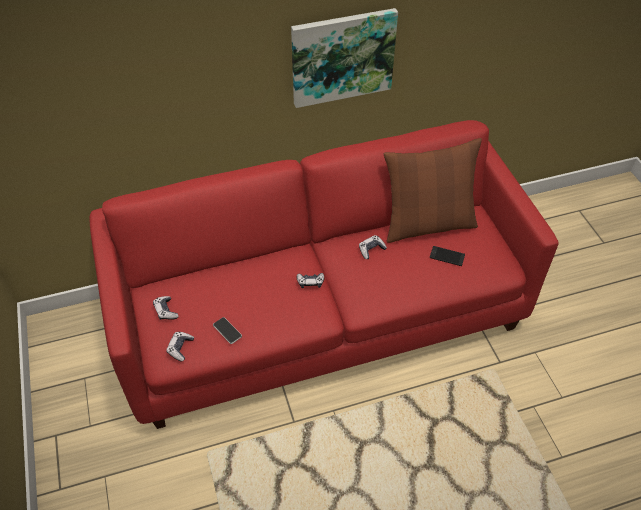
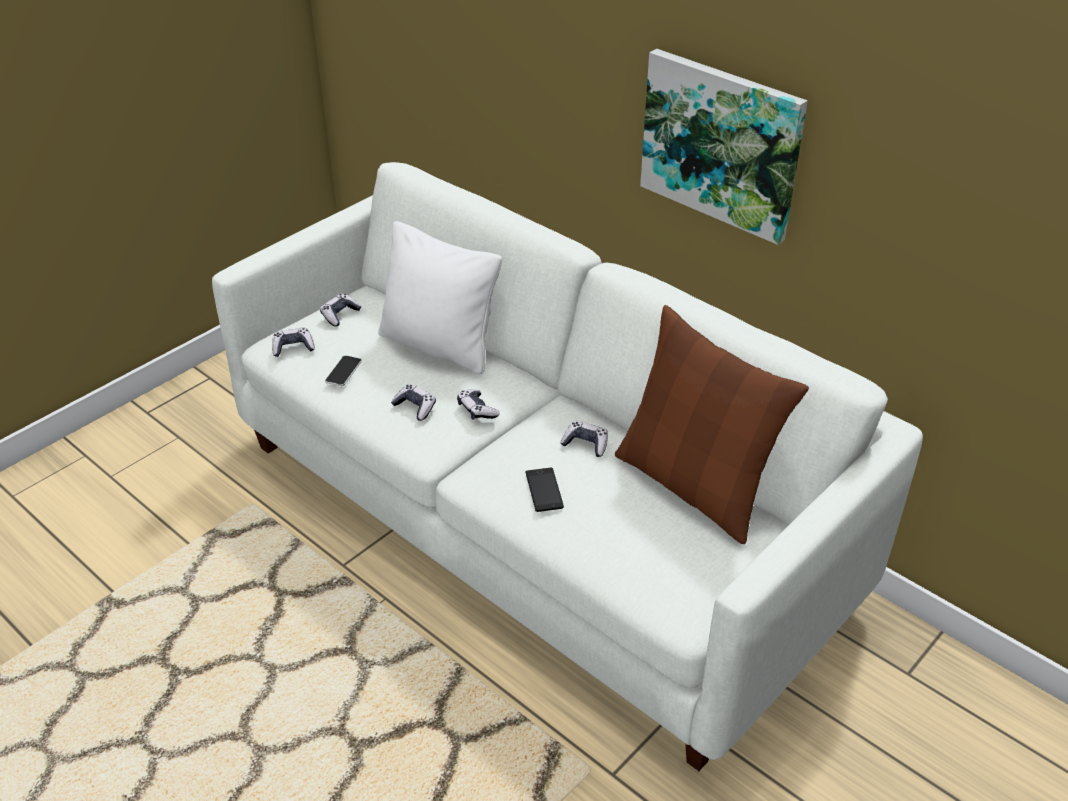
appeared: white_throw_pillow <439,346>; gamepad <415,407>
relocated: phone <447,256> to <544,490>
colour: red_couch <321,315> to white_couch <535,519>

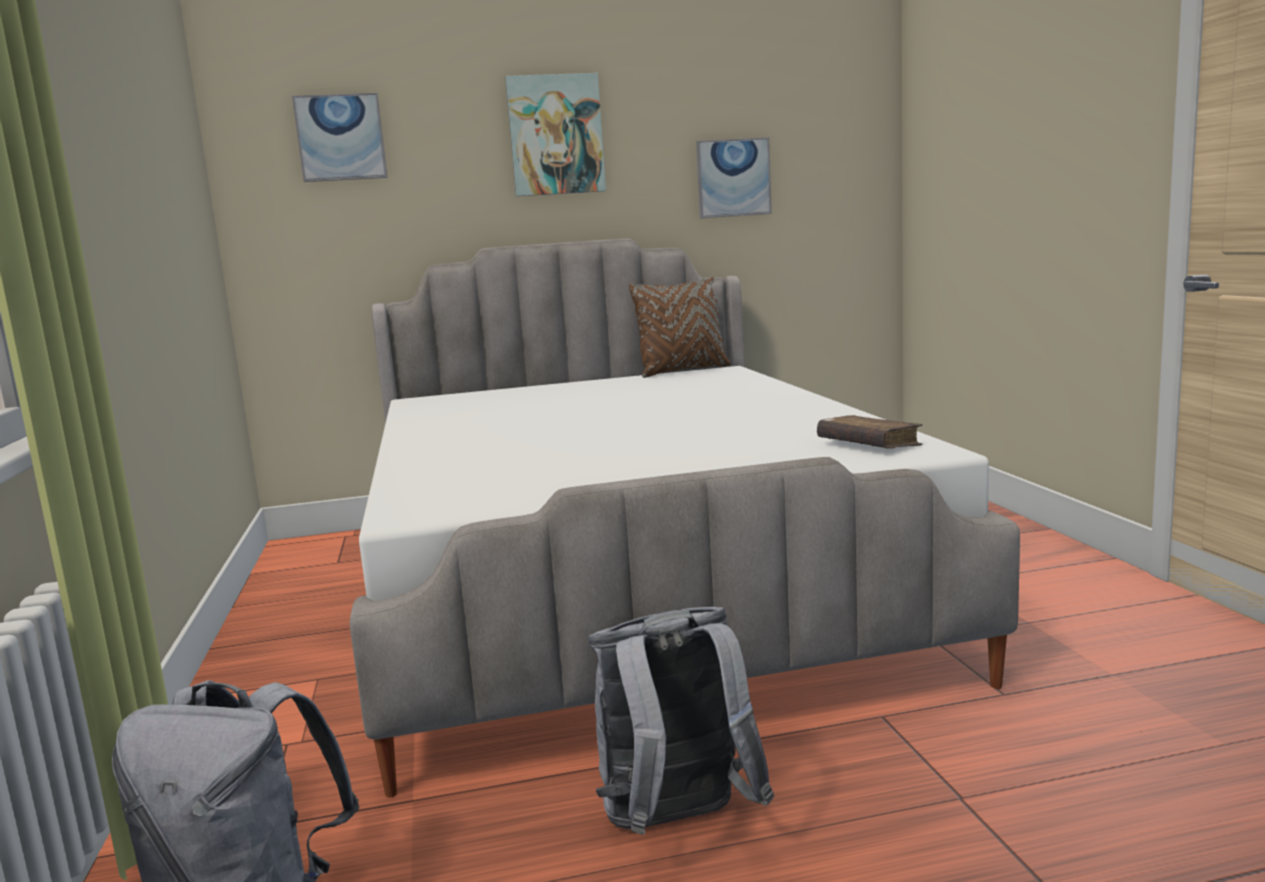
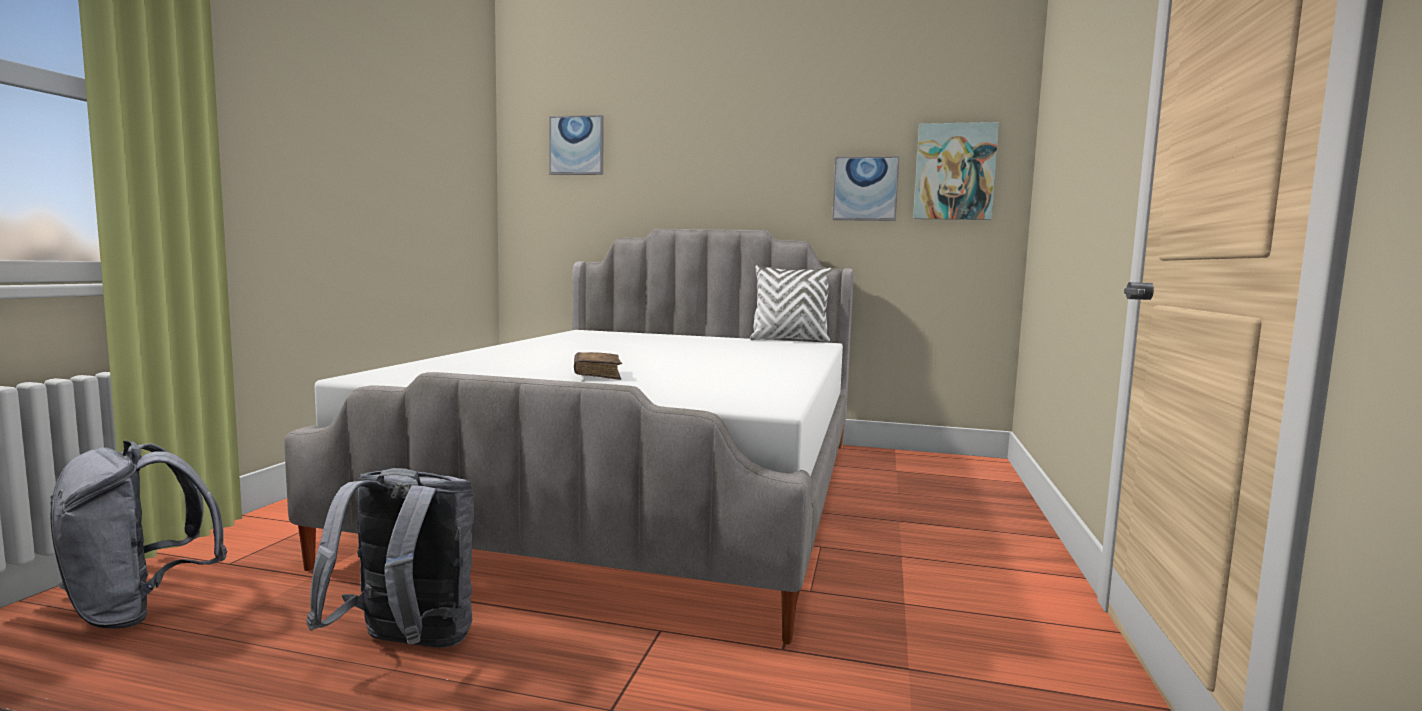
relocated: wall_picture <556,135> to <954,172>; brown_bound_book <868,445> to <597,375>
colour: brown_throw_pillow <682,371> to white_throw_pillow <789,340>

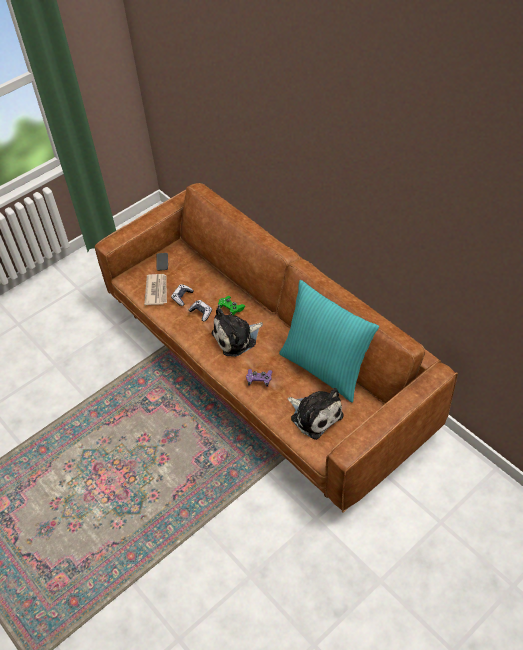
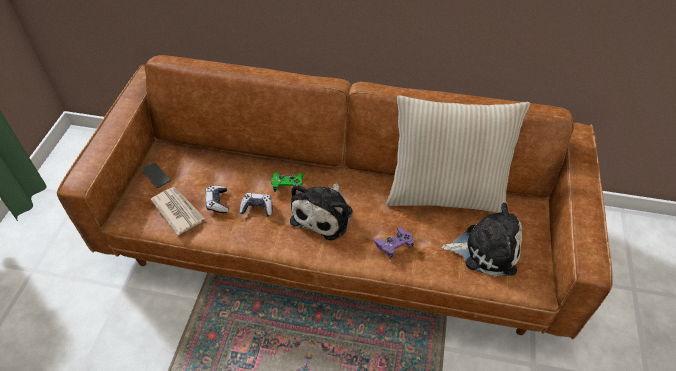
colour: blue-green_throw_pillow <325,367> to sand-coloured_throw_pillow <445,193>

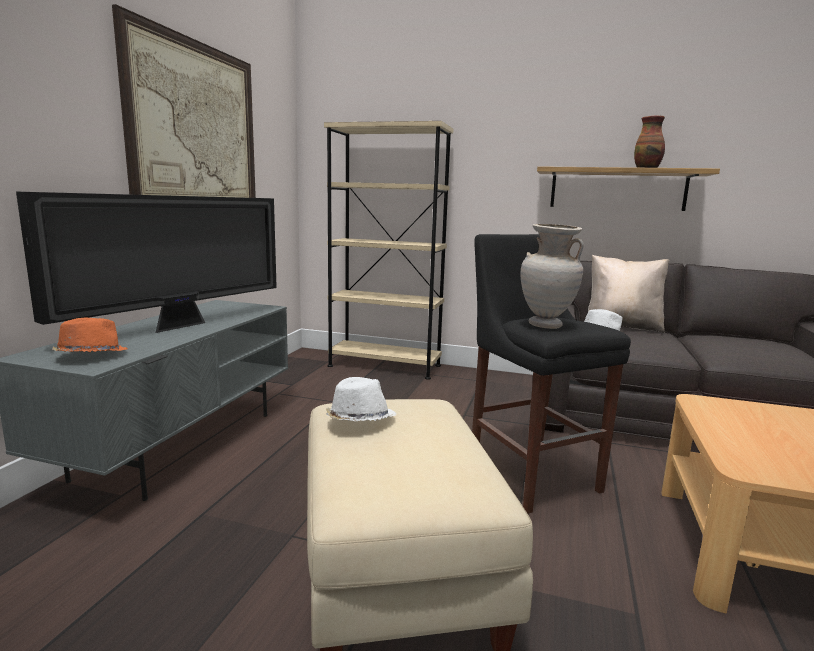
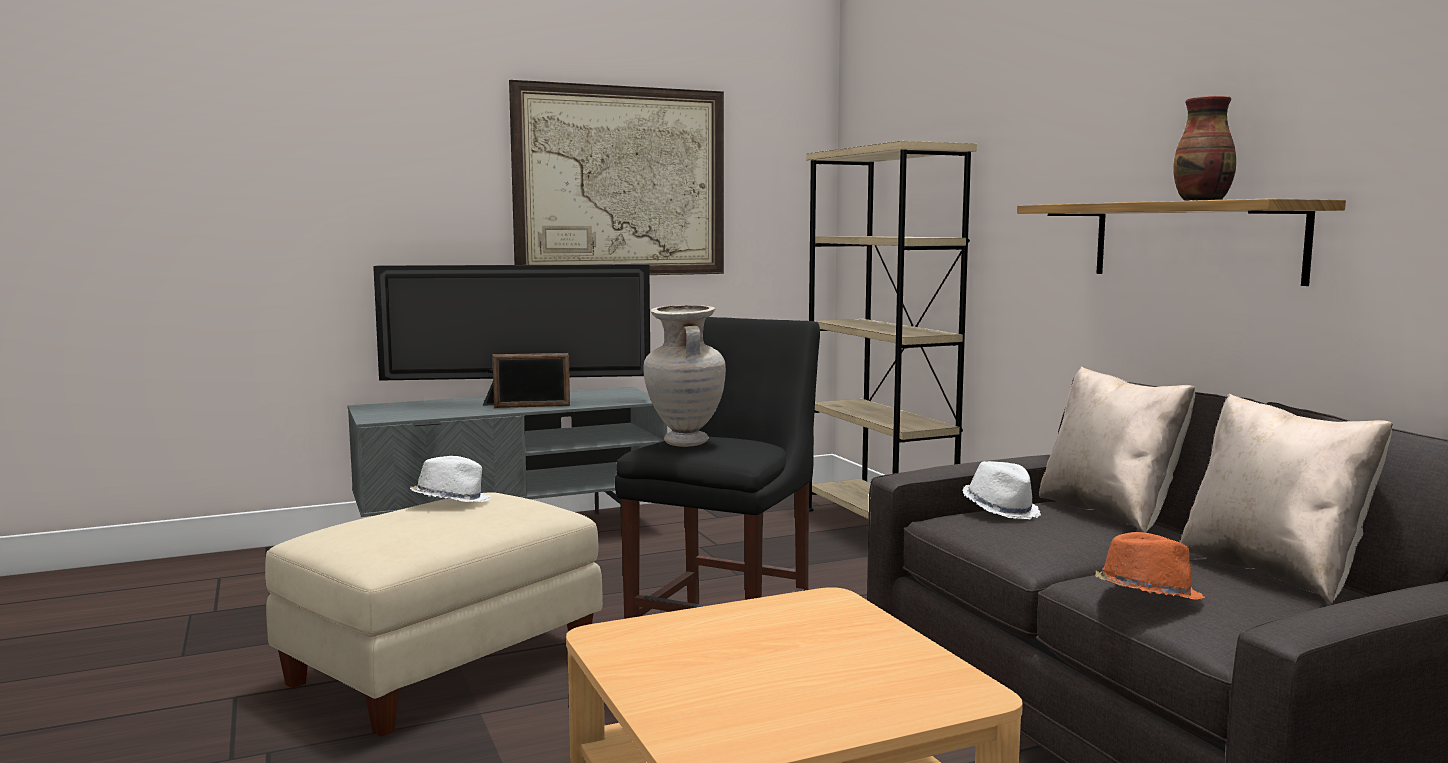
appeared: standing_frame <532,406>; sand-coloured_throw_pillow <1273,571>
relocated: orangey_clothing_hat <90,355> to <1145,595>

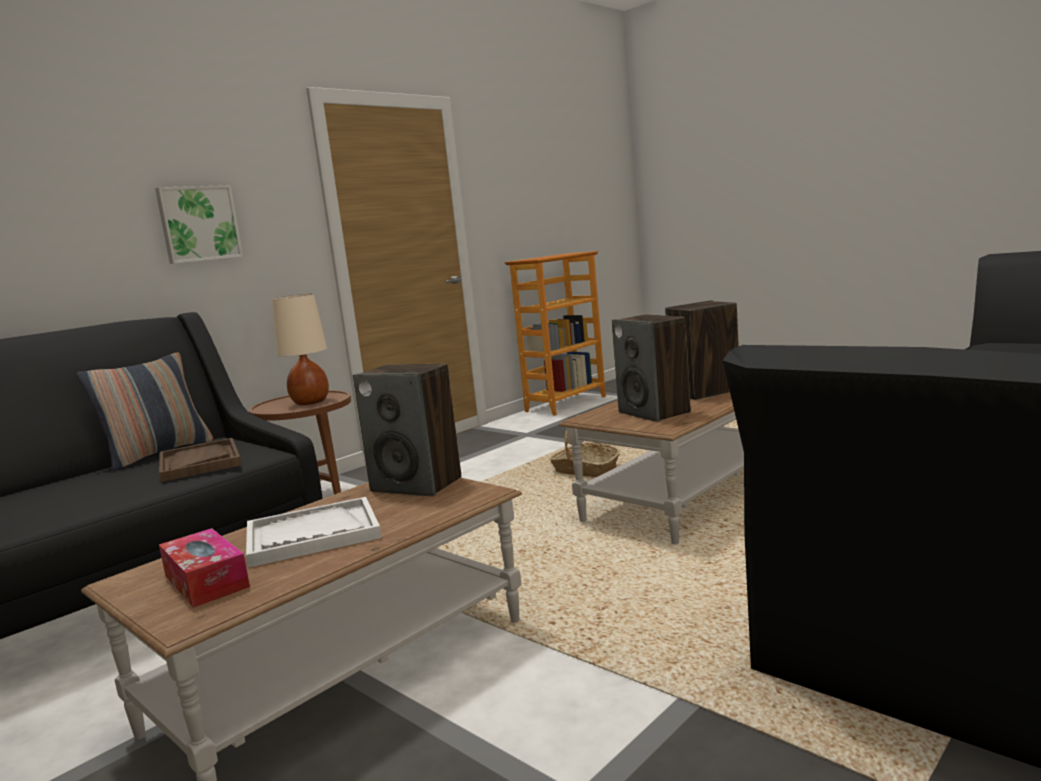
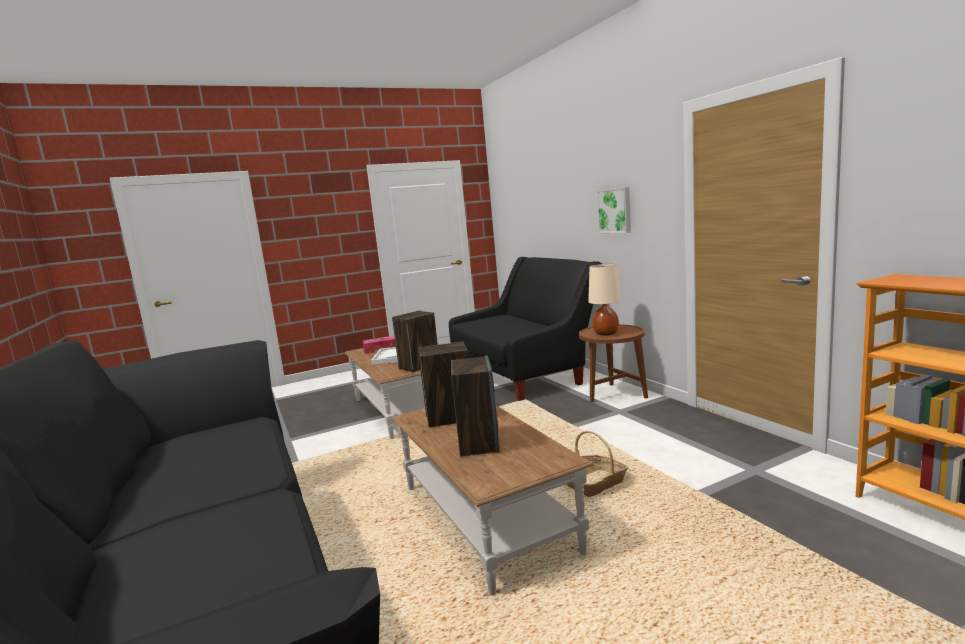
missing: throw_pillow <158,454>; brown_serving_tray <199,462>

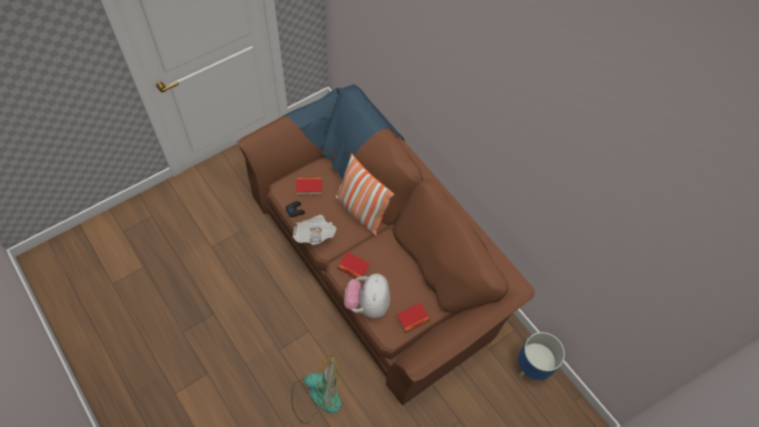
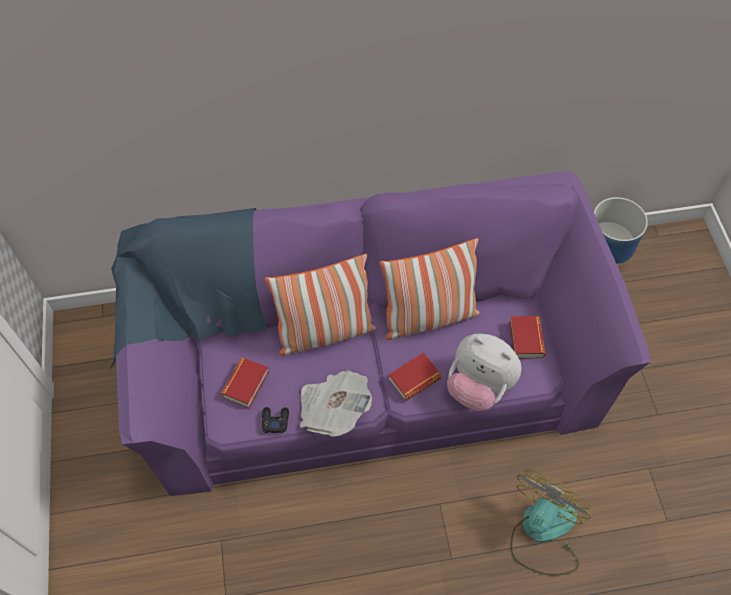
appeared: throw_pillow <428,316>
colour: brown_couch <375,258> to purple-coloured_couch <367,366>

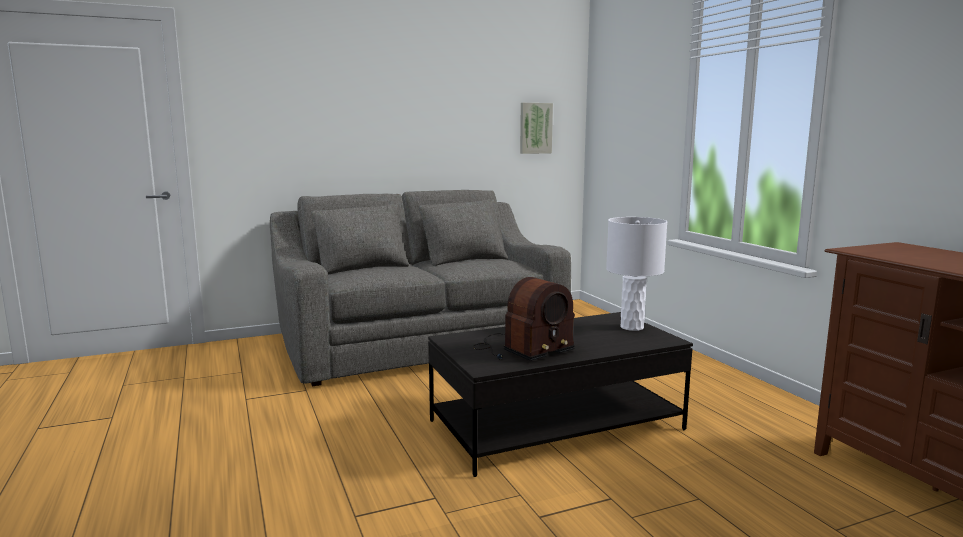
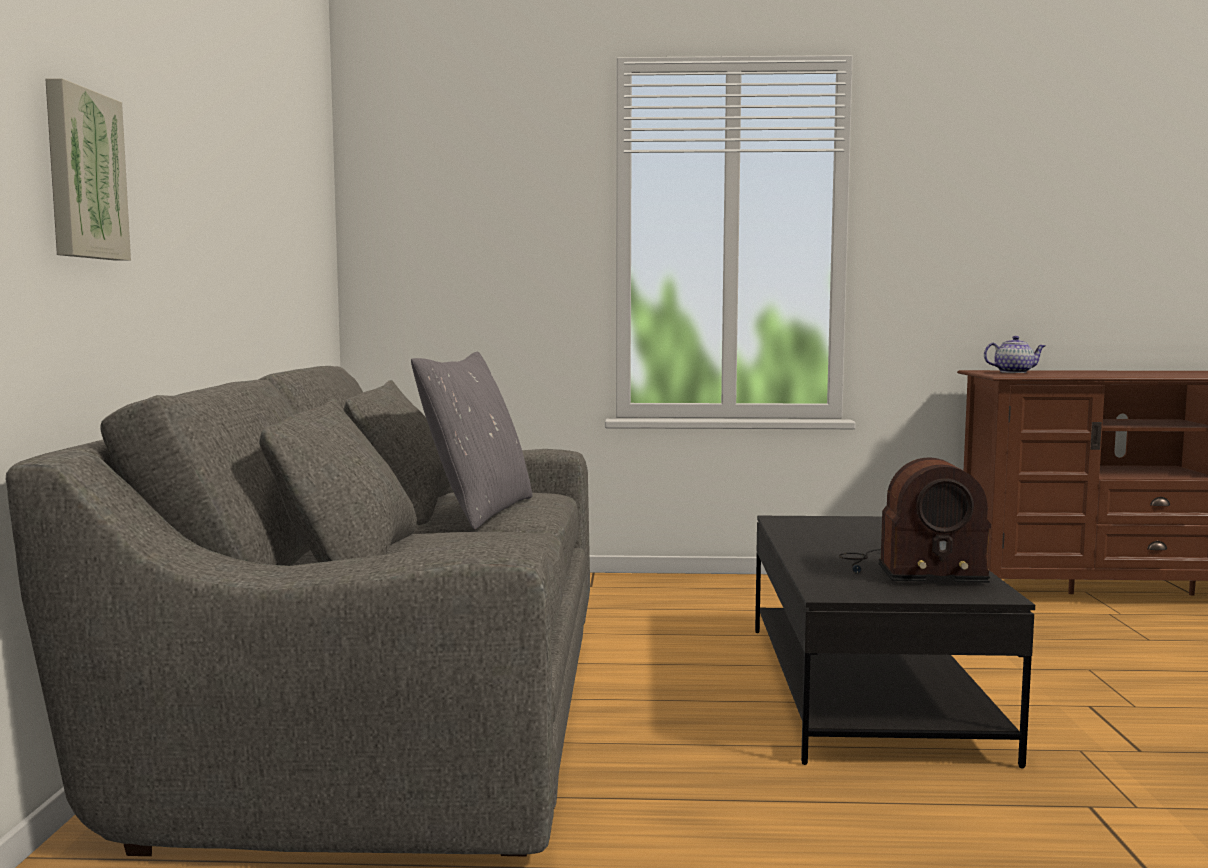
missing: white_tabletop_lamp <632,327>
appeared: grey_throw_pillow <478,511>; tea_pot <1014,372>
relocated: wall_picture <535,128> to <83,175>
spun: radio <521,349> = <909,570> 105 degrees clockwise

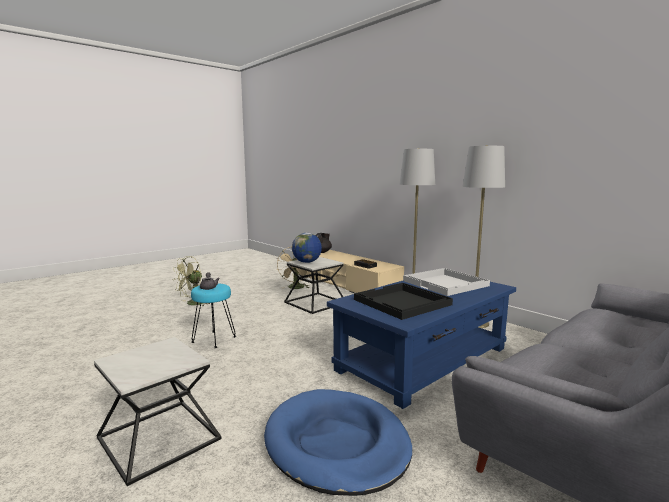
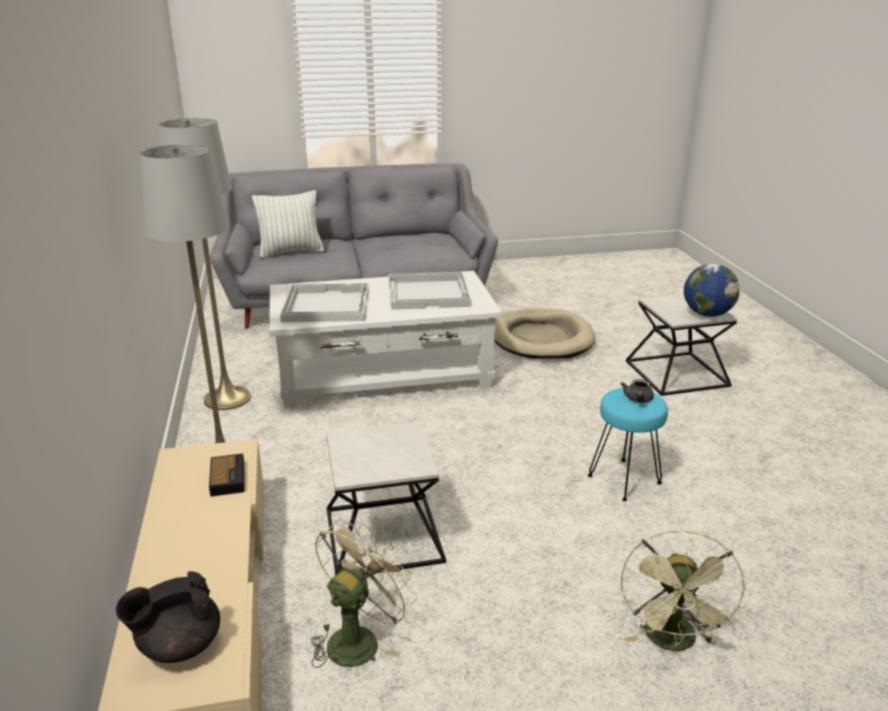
appeared: throw_pillow <291,252>
relocated: globe <307,262> to <707,314>
colour: blue-coloured_pet_bed <336,444> to sand-coloured_pet_bed <541,338>; blue-coloured_low_table <423,359> to white_low_table <385,373>; blackish_serving_tray <402,302> to white_serving_tray <429,292>
spun: green-coloured_fan <193,304> = <673,642> 120 degrees clockwise

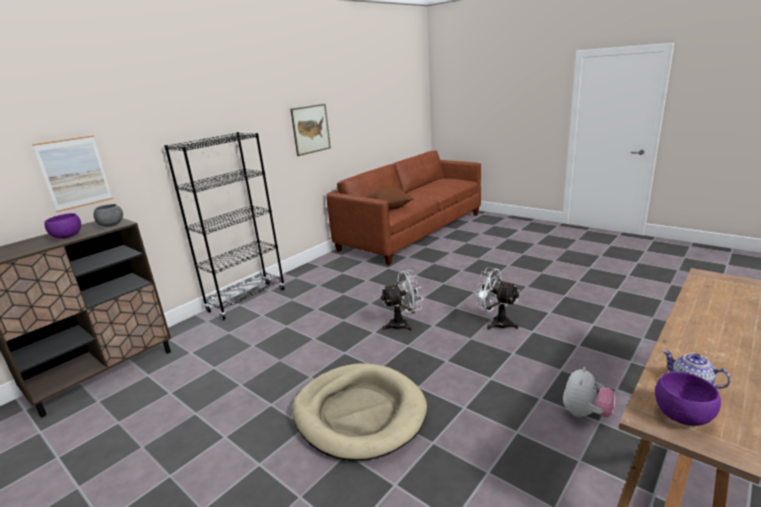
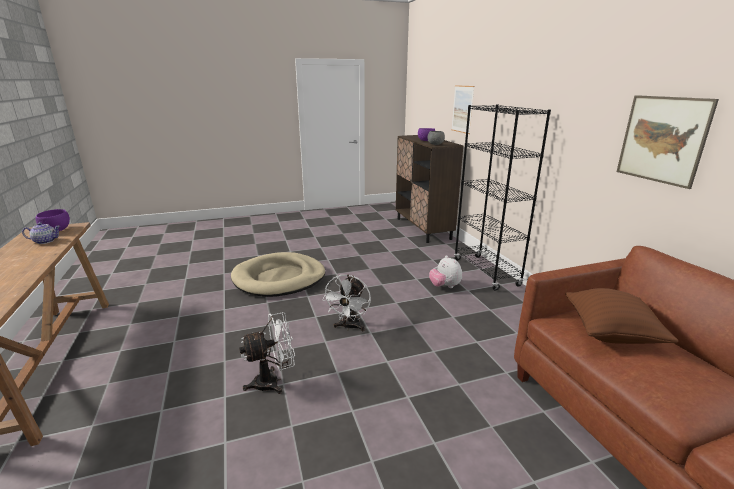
relocated: soft_toy <585,413> to <444,286>

